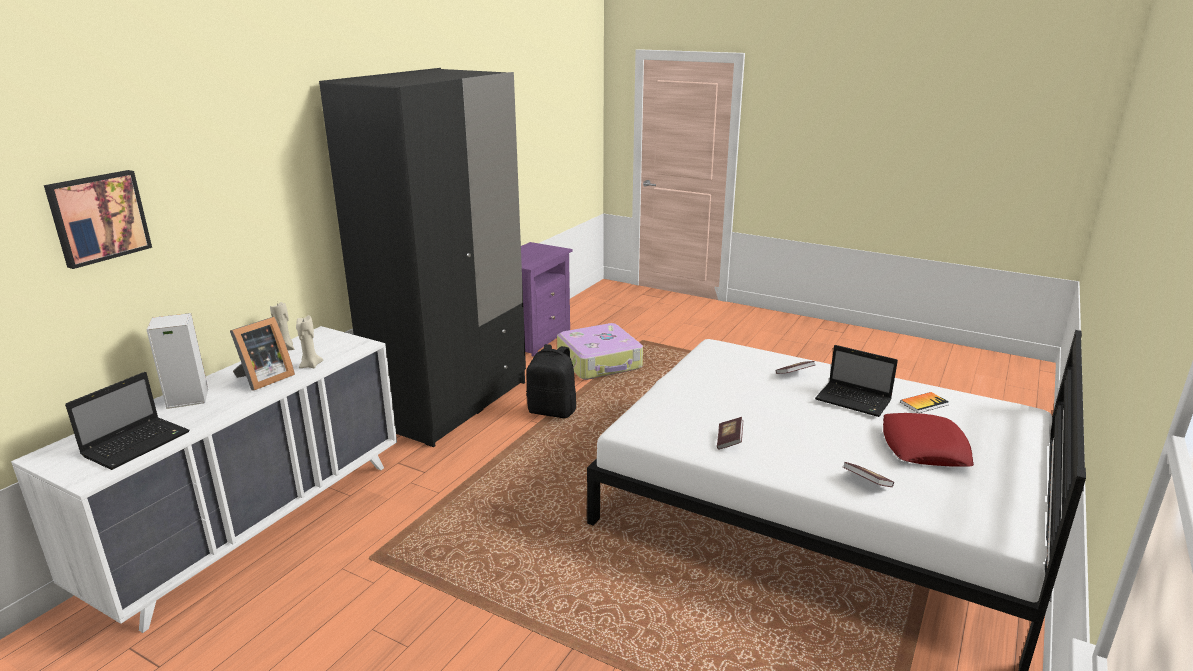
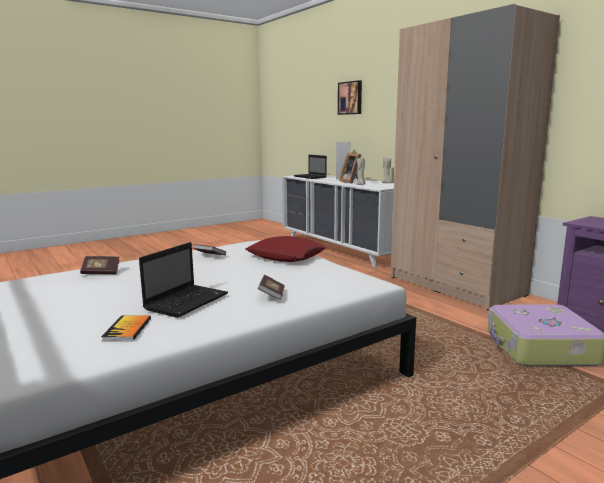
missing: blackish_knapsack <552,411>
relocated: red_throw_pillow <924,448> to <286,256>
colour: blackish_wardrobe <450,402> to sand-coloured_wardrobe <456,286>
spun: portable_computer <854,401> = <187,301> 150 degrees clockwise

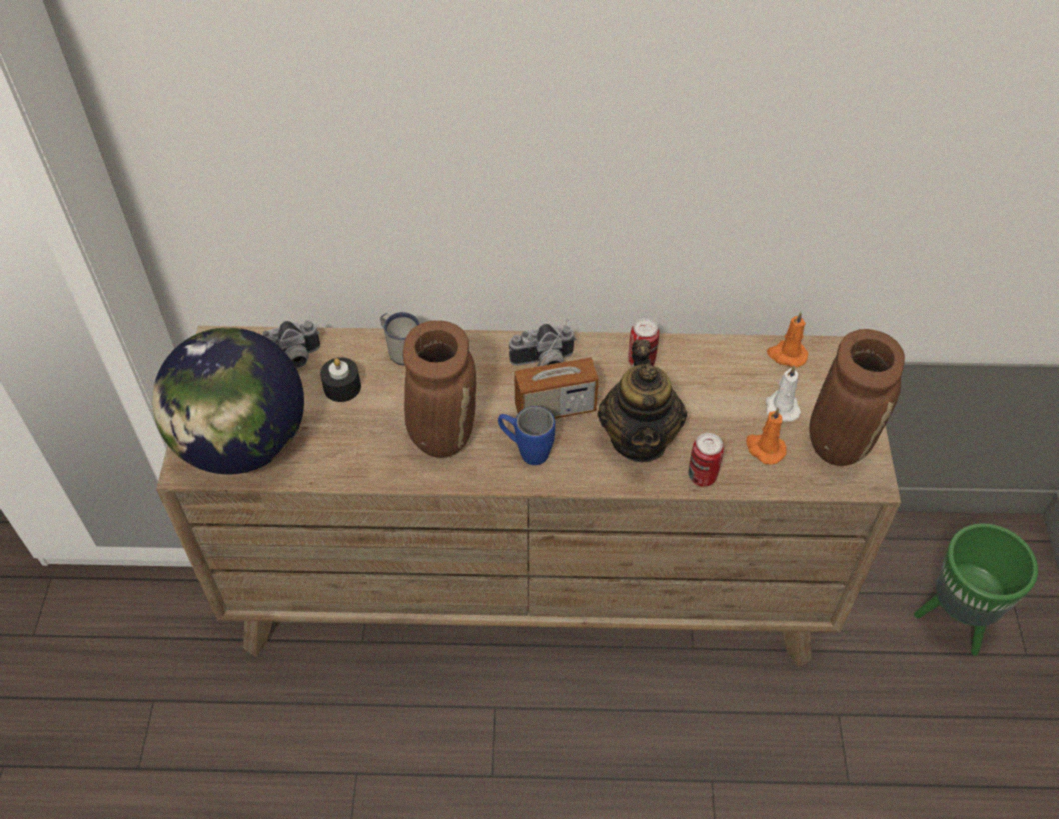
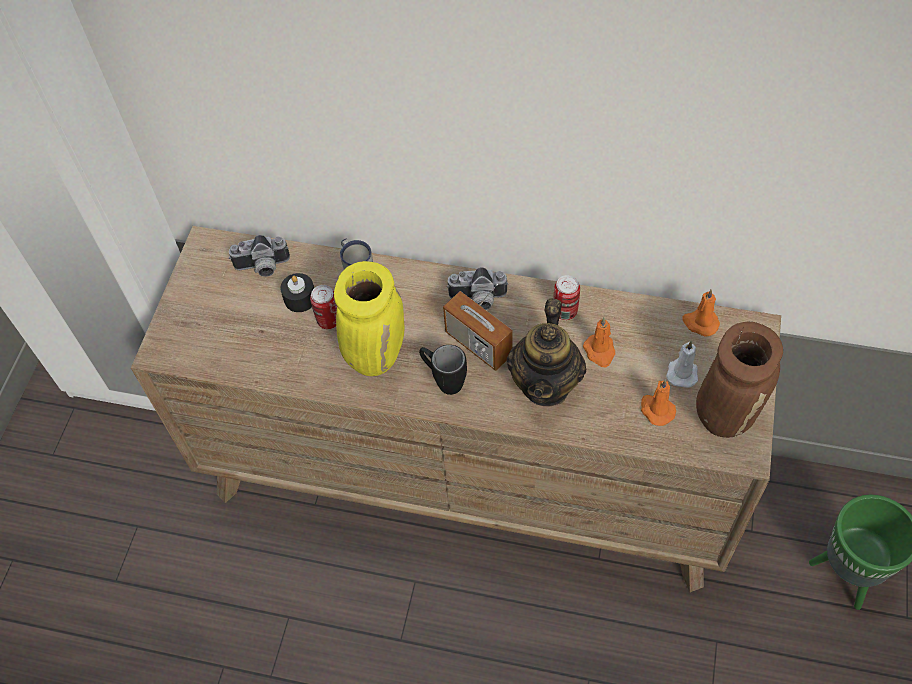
missing: globe <242,444>
appeared: orangey_candle <600,352>
relocated: metal_can <702,476> to <329,320>
colour: brown_decorative_vase <442,434> to yellowish_decorative_vase <375,354>; blue-coloured_tea_mug <525,451> to blackish_tea_mug <443,380>
spun: radio <555,408> = <478,344> 45 degrees clockwise

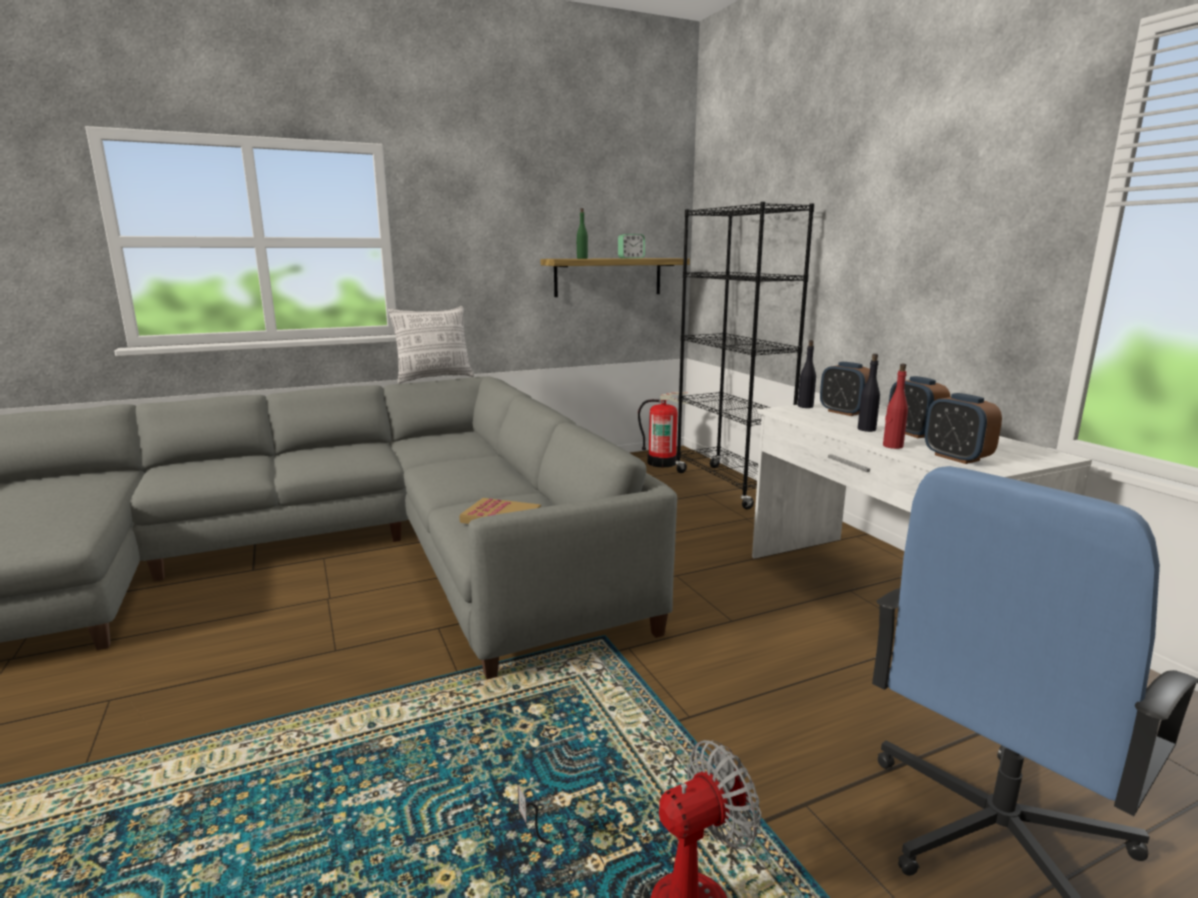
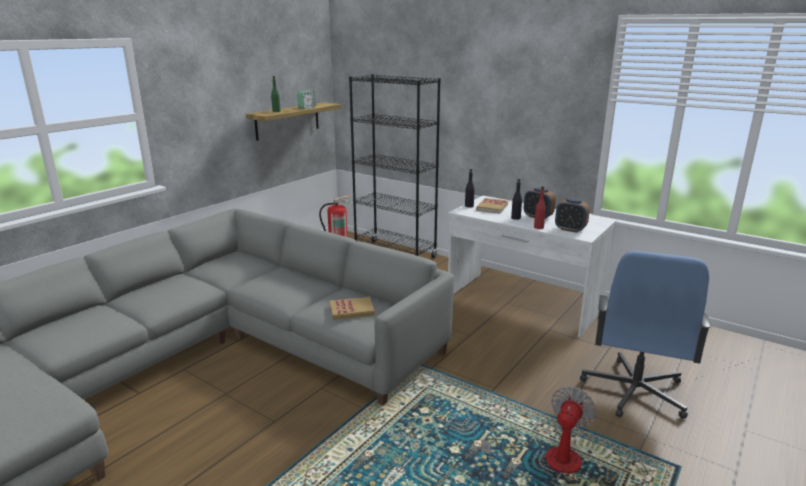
missing: throw_pillow <434,378>
exchanged: table_clock <844,412> to bound_book <492,207>

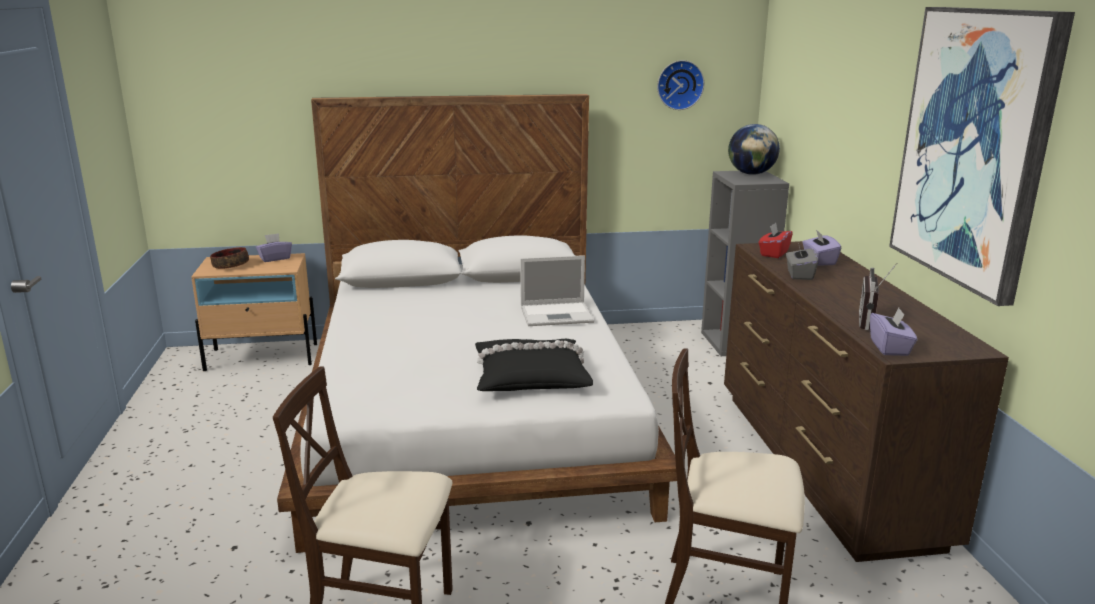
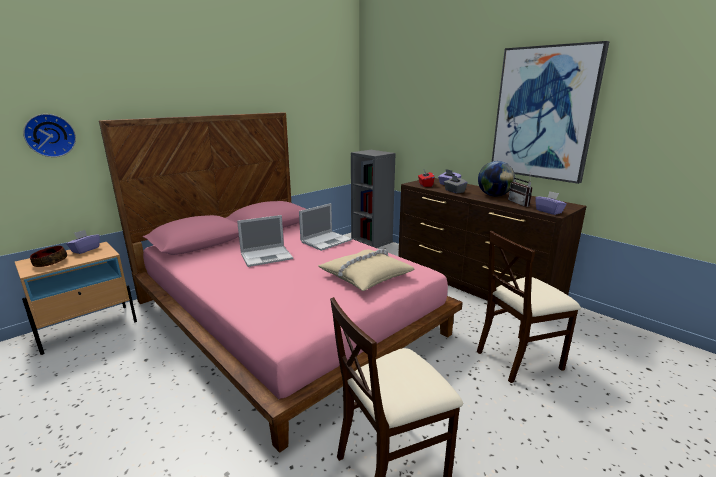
appeared: portable_computer <267,256>
relocated: hanging_clock <679,84> to <50,135>; globe <751,174> to <494,195>
colour: white_sleeping_bed <472,414> to pink_sleeping_bed <287,316>; blackish_throw_pillow <530,376> to sand-coloured_throw_pillow <365,276>

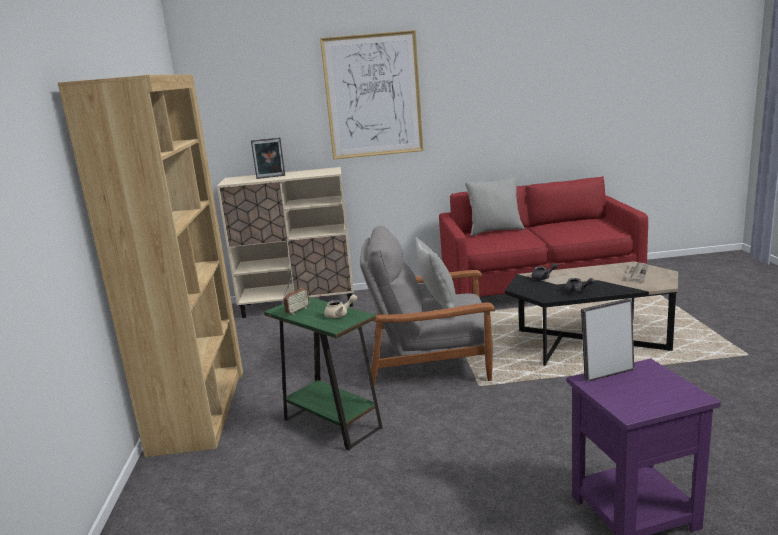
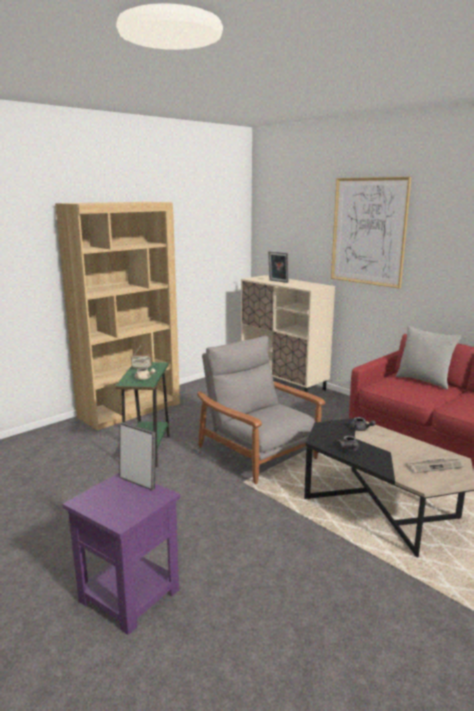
missing: grey_throw_pillow <437,306>

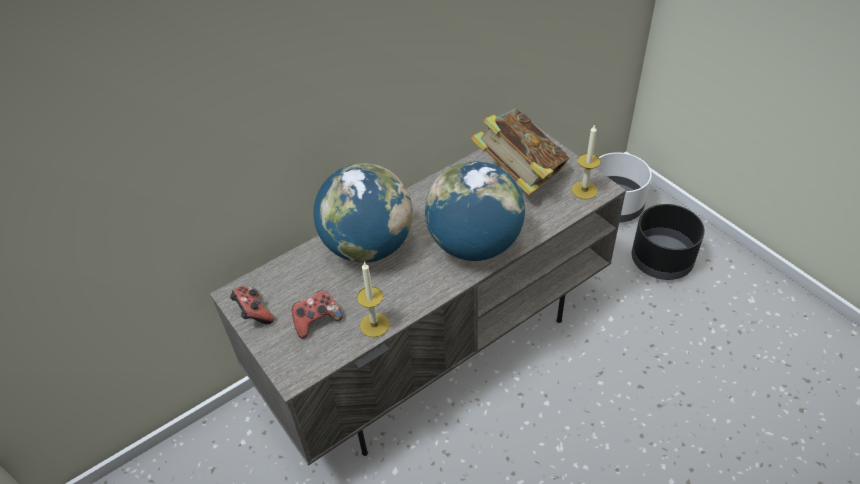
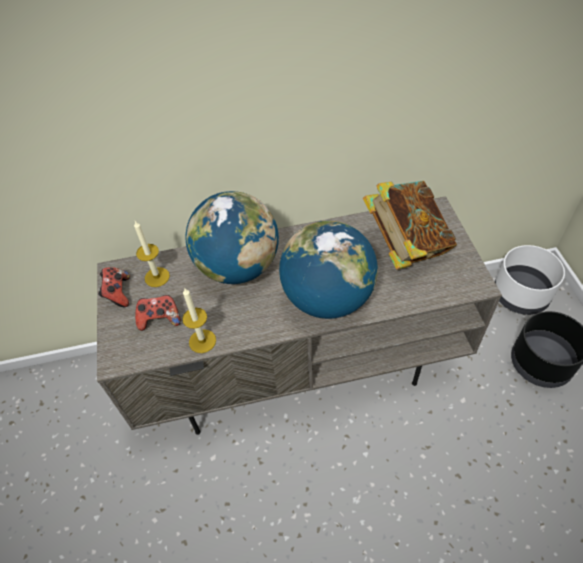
relocated: candle <584,190> to <157,277>

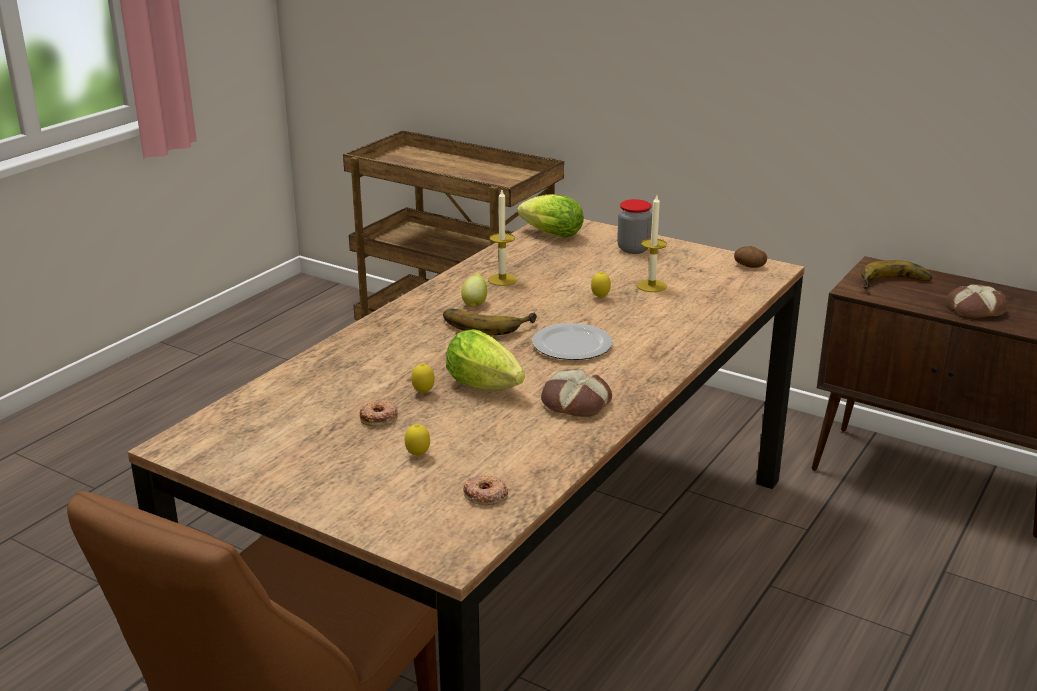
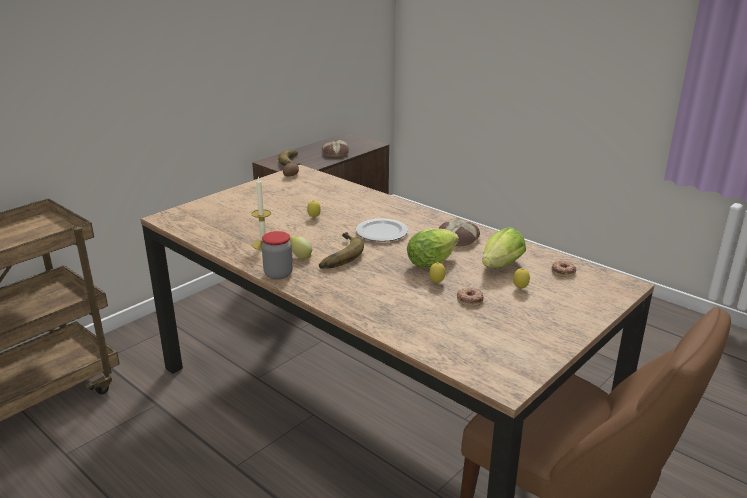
missing: candle <651,286>
relocated: head_of_lettuce <548,234> to <499,267>; jar <633,249> to <278,274>

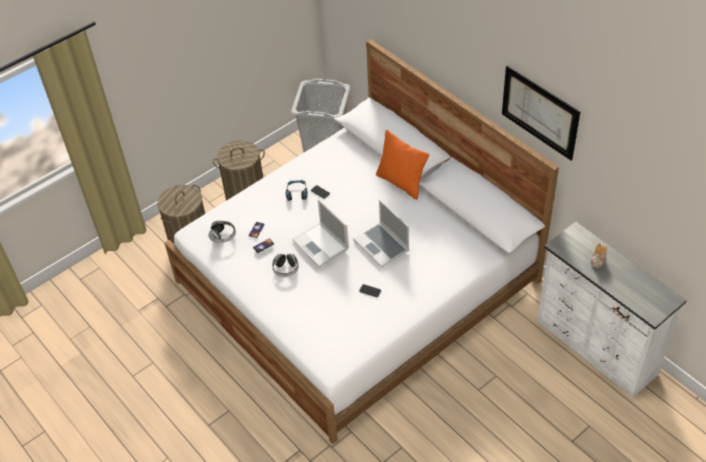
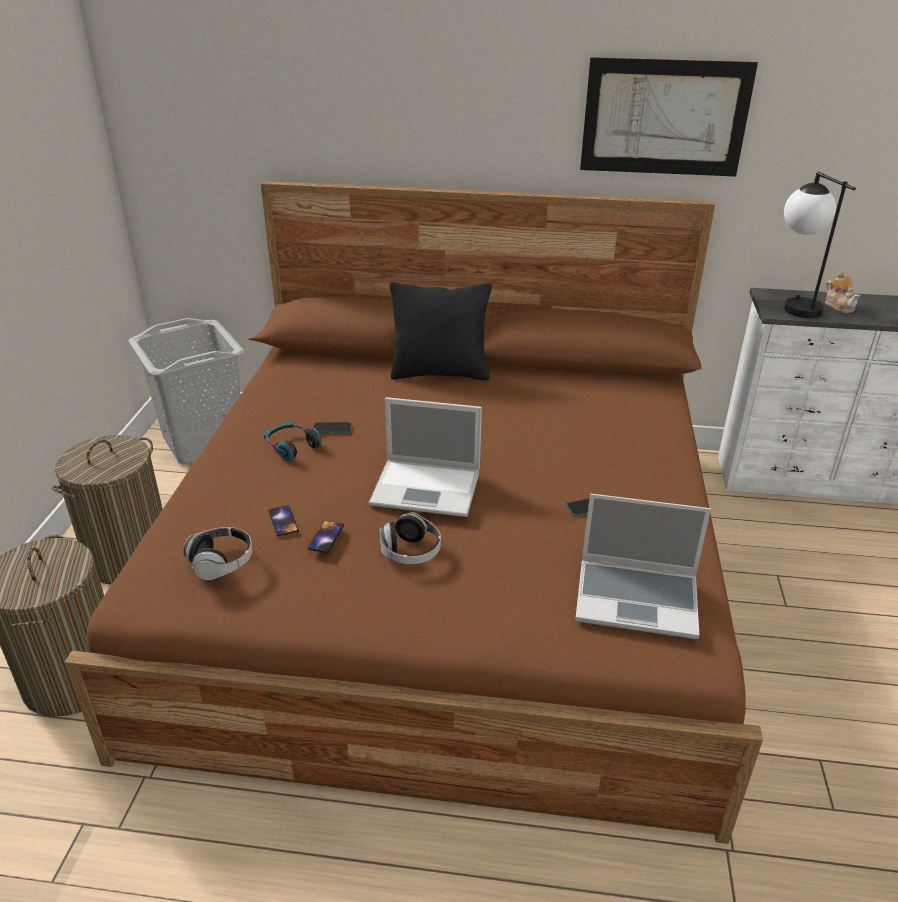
appeared: tabletop_lamp <793,304>
relocated: portable_computer <382,246> to <638,599>
colour: white_sleeping_bed <357,281> to brown_sleeping_bed <449,571>; orangey_throw_pillow <401,183> to blackish_throw_pillow <440,373>

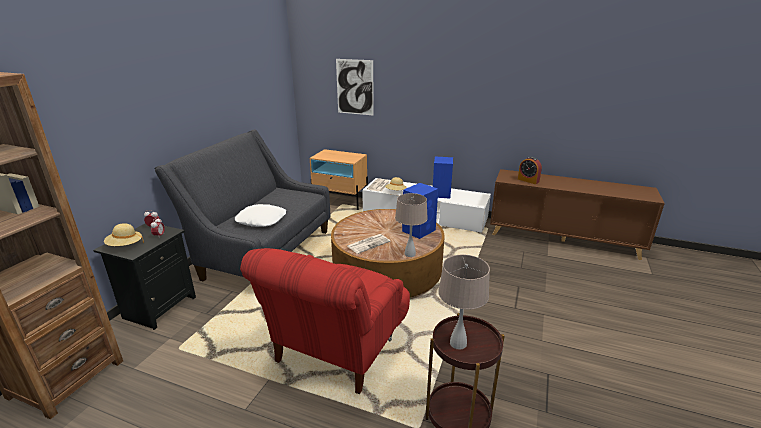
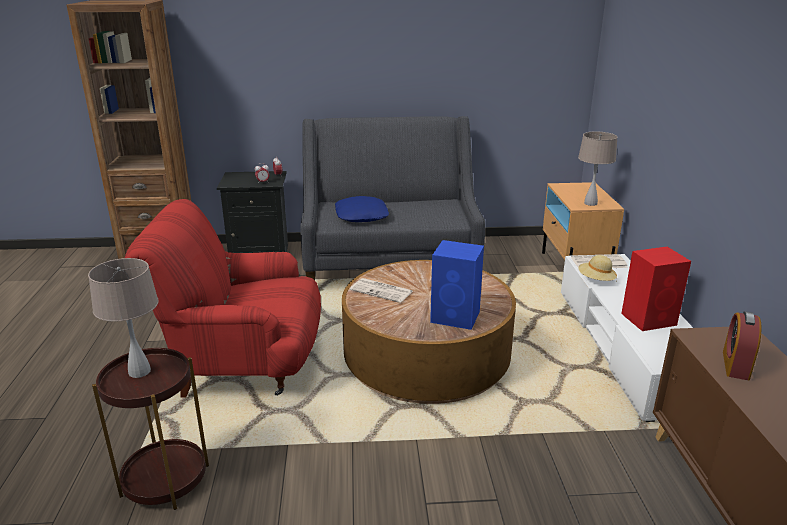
missing: sand-coloured_clothing_hat <125,245>; wall_picture <355,87>
relocated: sand-coloured_tabletop_lamp <410,254> to <590,203>
colour: white_throw_pillow <261,220> to blue-coloured_throw_pillow <362,215>; blue-coloured_audio_speaker <441,193> to red_audio_speaker <649,319>

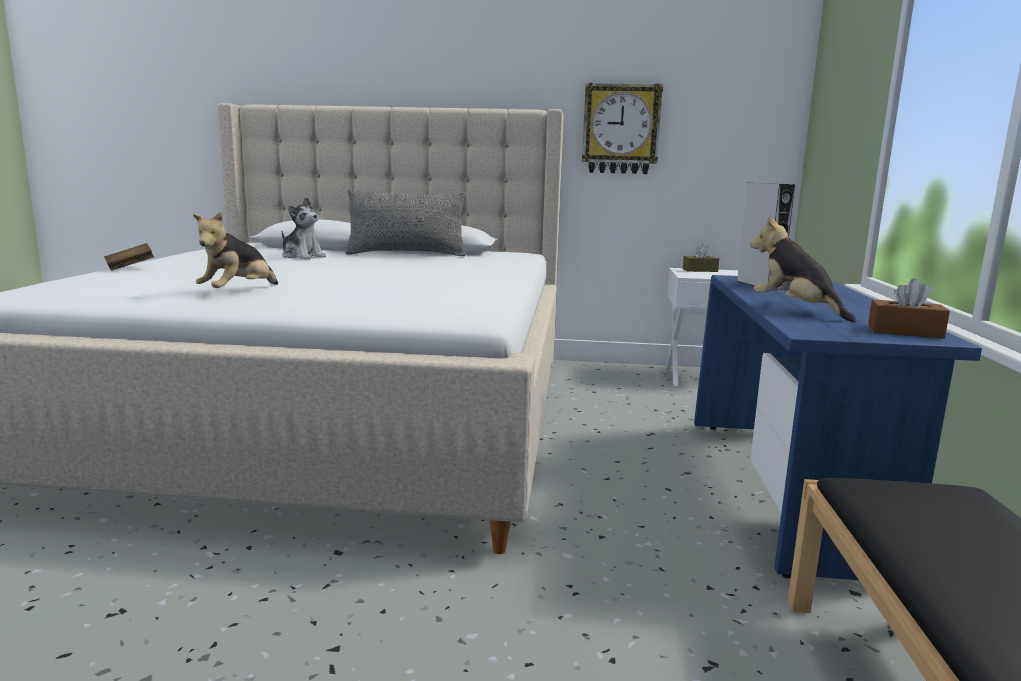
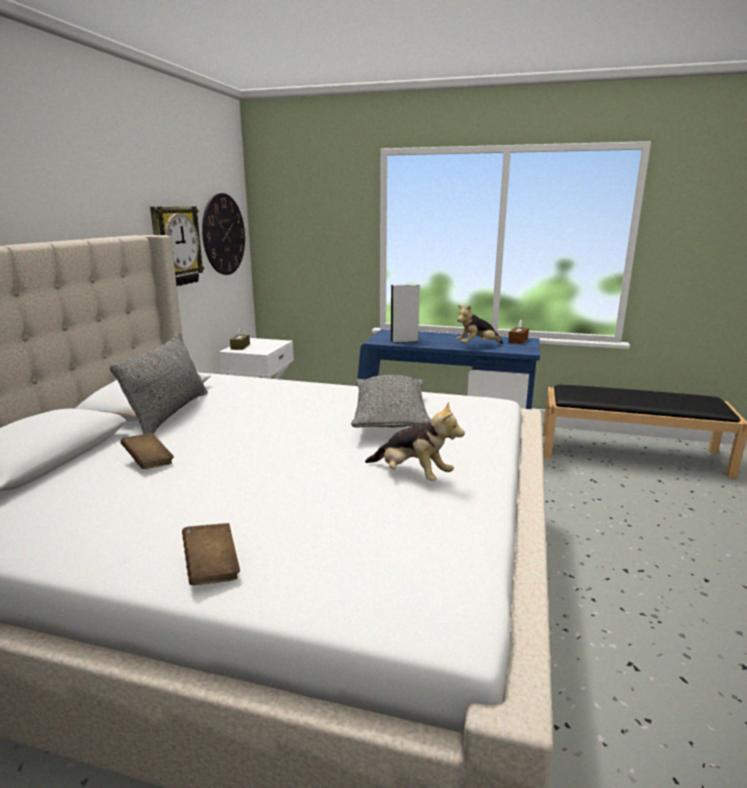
appeared: hanging_clock <223,234>; grey_throw_pillow <390,417>
exchanged: soft_toy <302,256> to brown_bound_book <149,462>

